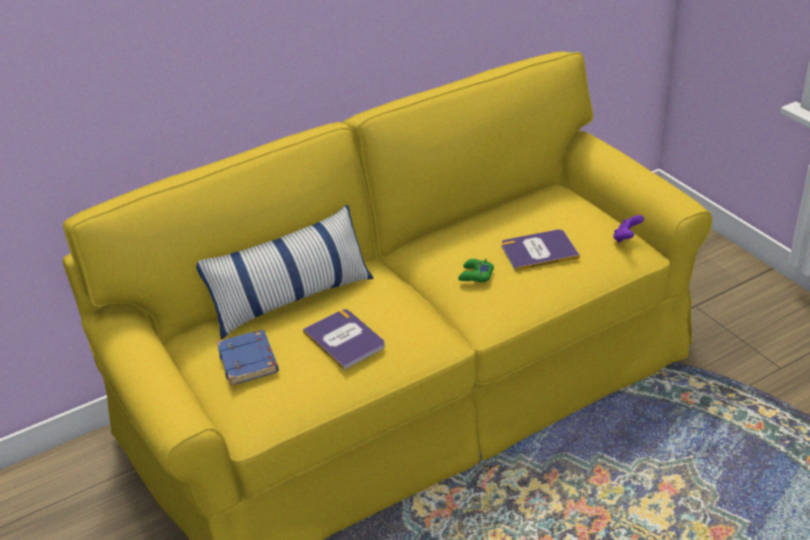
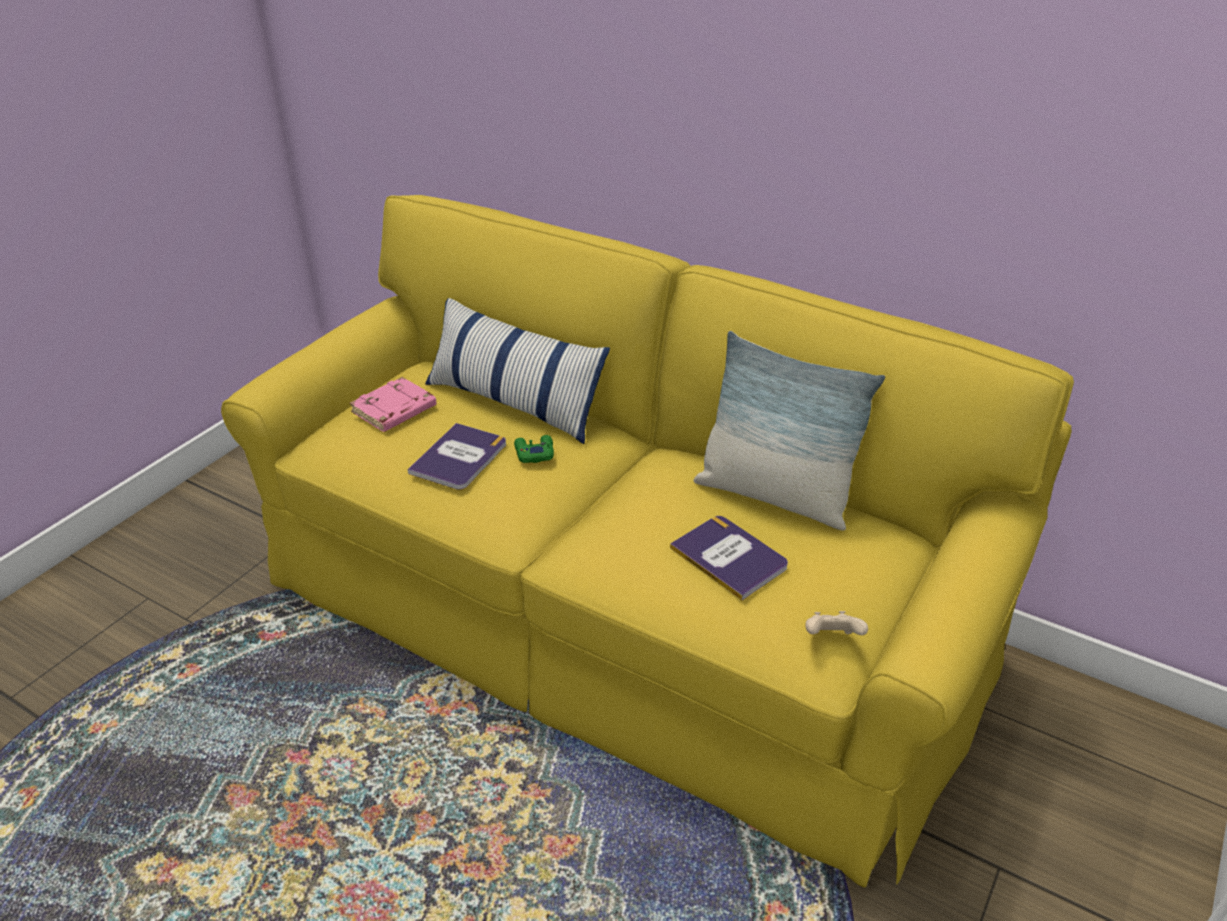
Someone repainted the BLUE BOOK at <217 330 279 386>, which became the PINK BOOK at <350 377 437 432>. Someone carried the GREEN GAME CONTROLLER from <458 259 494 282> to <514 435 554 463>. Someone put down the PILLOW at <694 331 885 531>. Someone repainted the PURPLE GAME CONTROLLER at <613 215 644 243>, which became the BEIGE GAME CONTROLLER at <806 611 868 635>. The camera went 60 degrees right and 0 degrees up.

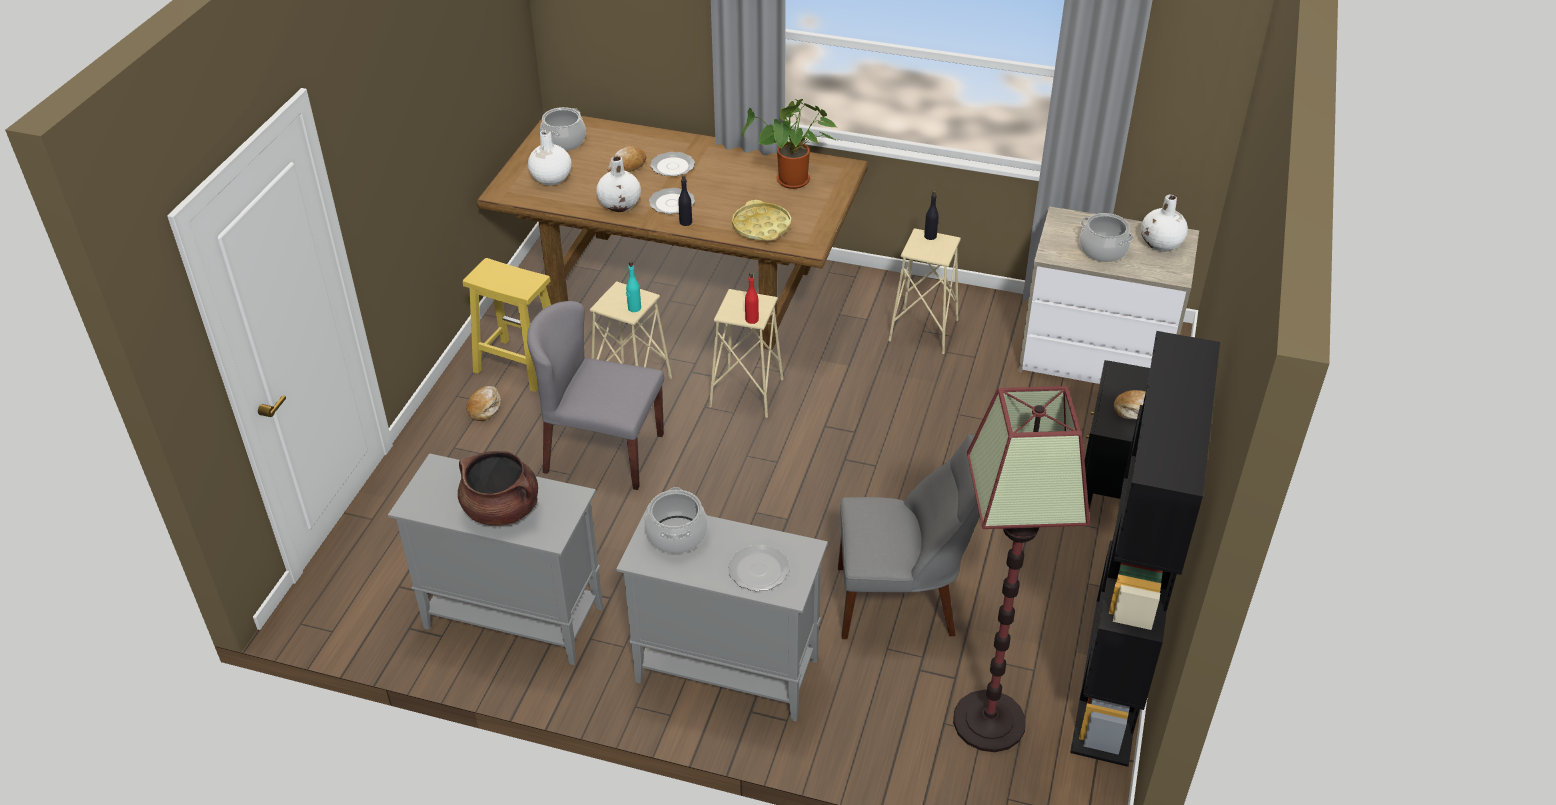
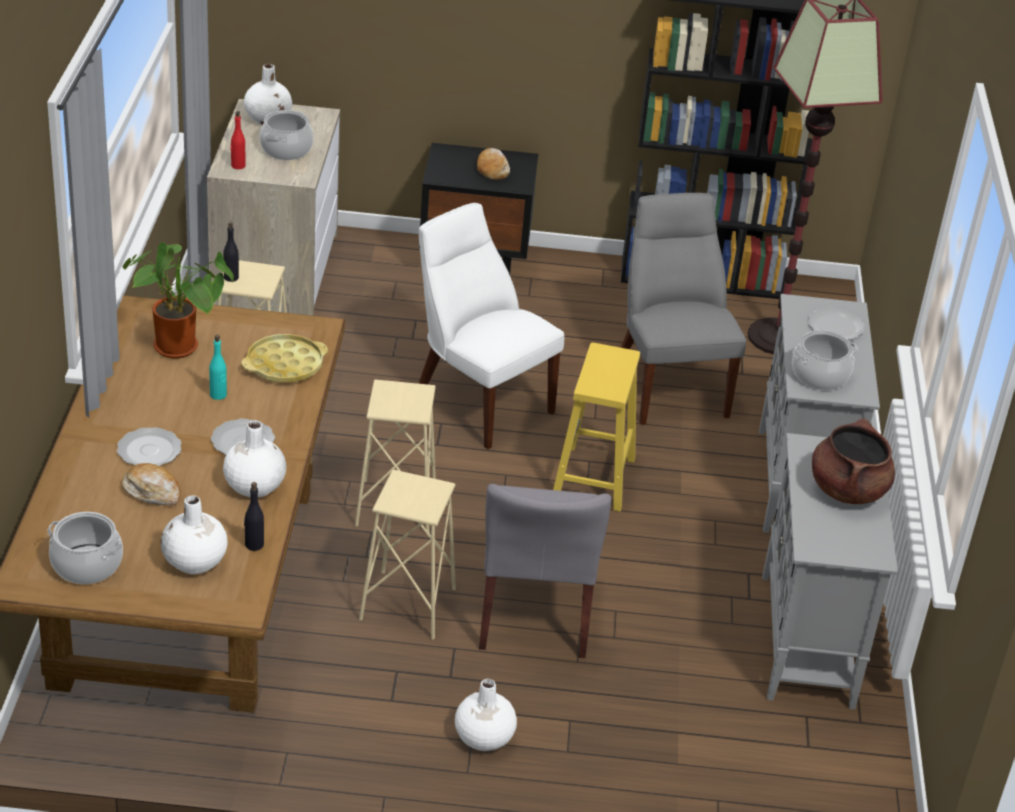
Someone carried the TURQUOISE BOTTLE from <626 261 641 312> to <209 335 227 400>. Someone carried the RED BOTTLE from <745 272 759 324> to <230 111 246 169>. Someone carried the BLACK BOTTLE from <678 175 692 226> to <244 482 264 551>. Someone put down the WHITE CHAIR at <418 203 565 449>. Someone swapped the BREAD at <466 386 501 421> for the WHITE VASE at <455 679 517 751>. Someone carried the YELLOW STOOL from <463 258 551 392> to <553 342 640 511>. The camera went 105 degrees left and 5 degrees down.

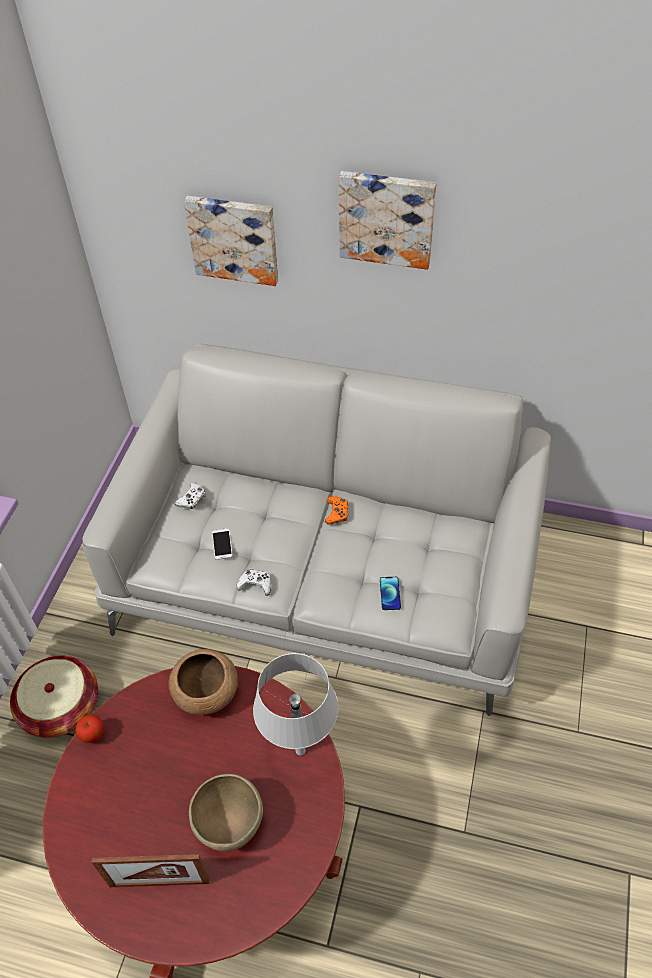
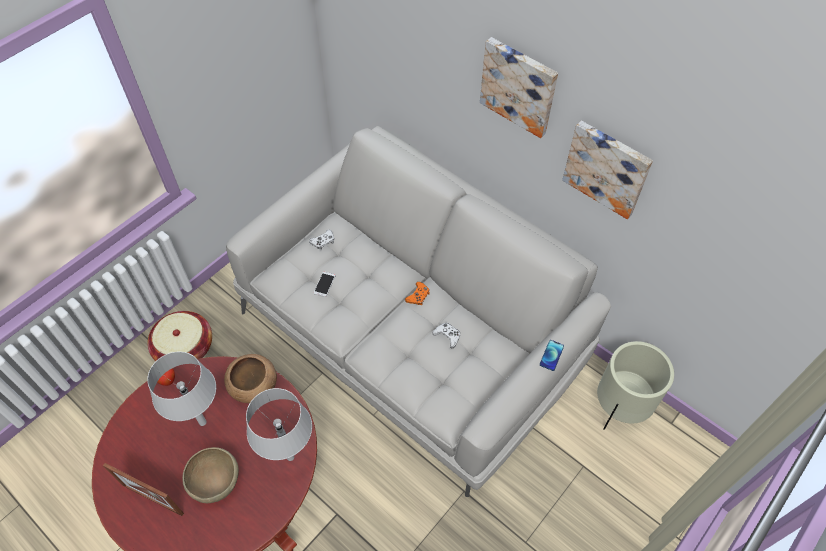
Someone put down the GREY TABLE LAMP at <147 352 216 426>. Someone carried the WHITE GAME CONTROLLER from <236 569 271 596> to <433 323 460 348>. Someone carried the PHONE from <380 577 401 610> to <540 340 564 371>. Someone carried the PICTURE from <184 196 278 286> to <562 121 653 219>. Someone put down the BEIGE PLANTER at <597 341 674 430>. The camera went 25 degrees right and 5 degrees up.

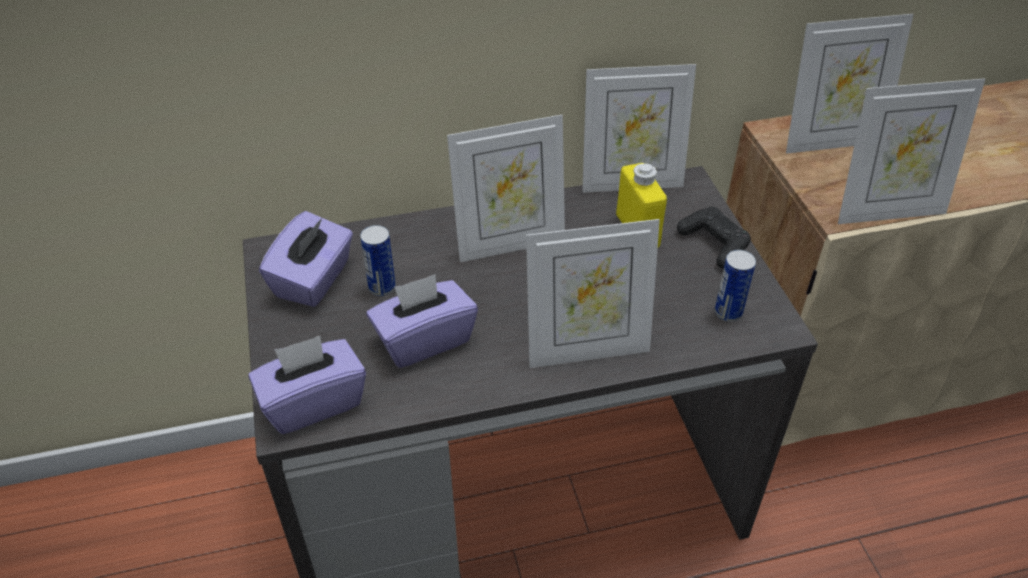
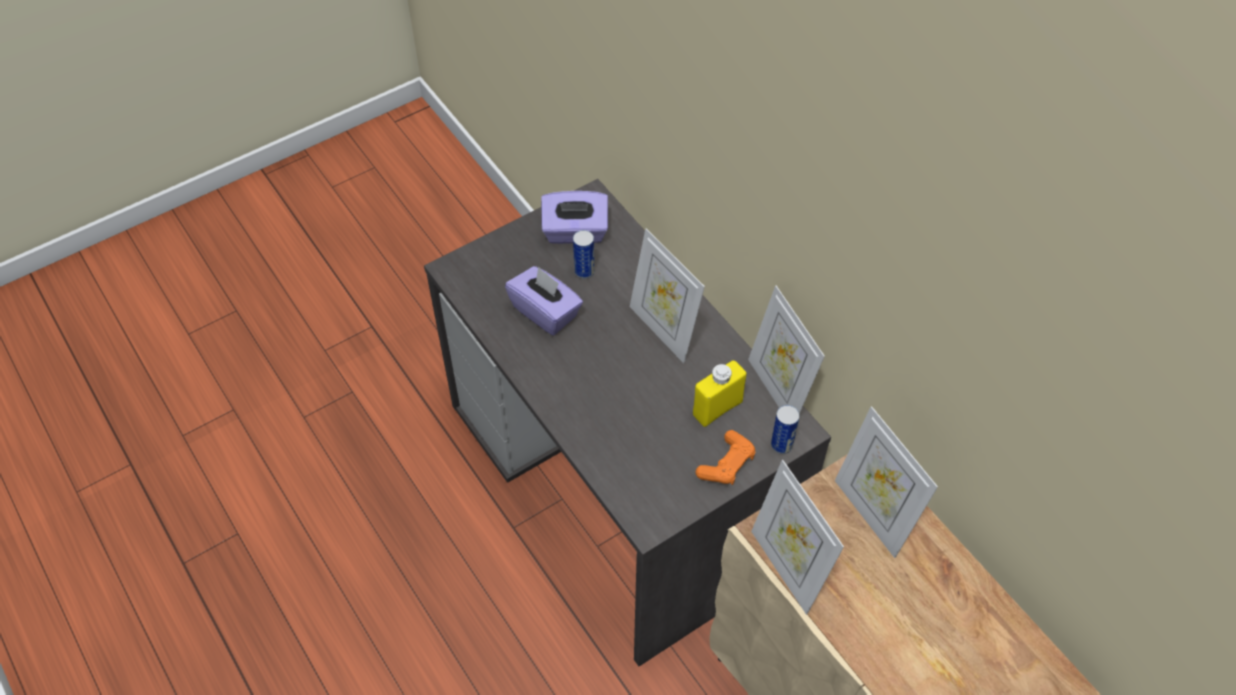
Someone repainted the BLACK GAME CONTROLLER at <677 207 751 269>, which became the ORANGE GAME CONTROLLER at <696 430 755 485>. Someone carried the CAN from <715 250 756 322> to <771 405 800 454>. Someone took away the PURPLE TISSUE BOX at <249 336 366 434>. Someone took away the PICTURE FRAME at <526 219 660 368>. The camera went 70 degrees right and 10 degrees up.

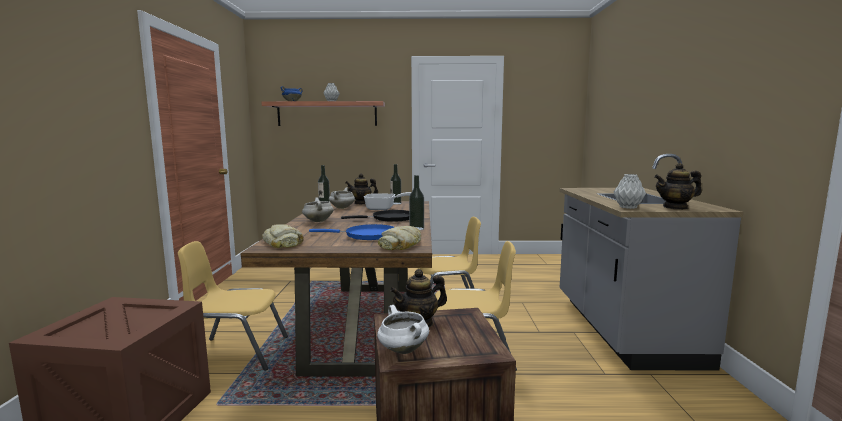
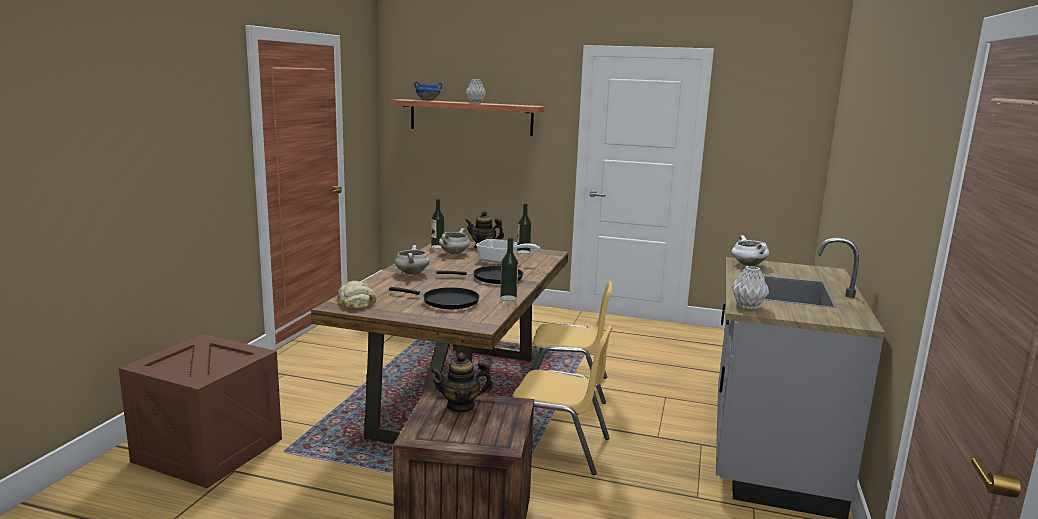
Someone repainted the BLUE FRYING PAN at <309 224 394 240>, which became the BLACK FRYING PAN at <389 287 480 309>. Someone carried the WHITE COOKING POT from <377 305 429 354> to <732 235 769 266>. Someone took away the YELLOW CHAIR at <178 241 288 370>. Someone took away the BREAD at <378 226 421 250>. Someone took away the TEAPOT at <654 163 702 210>. The camera went 15 degrees right and 5 degrees up.

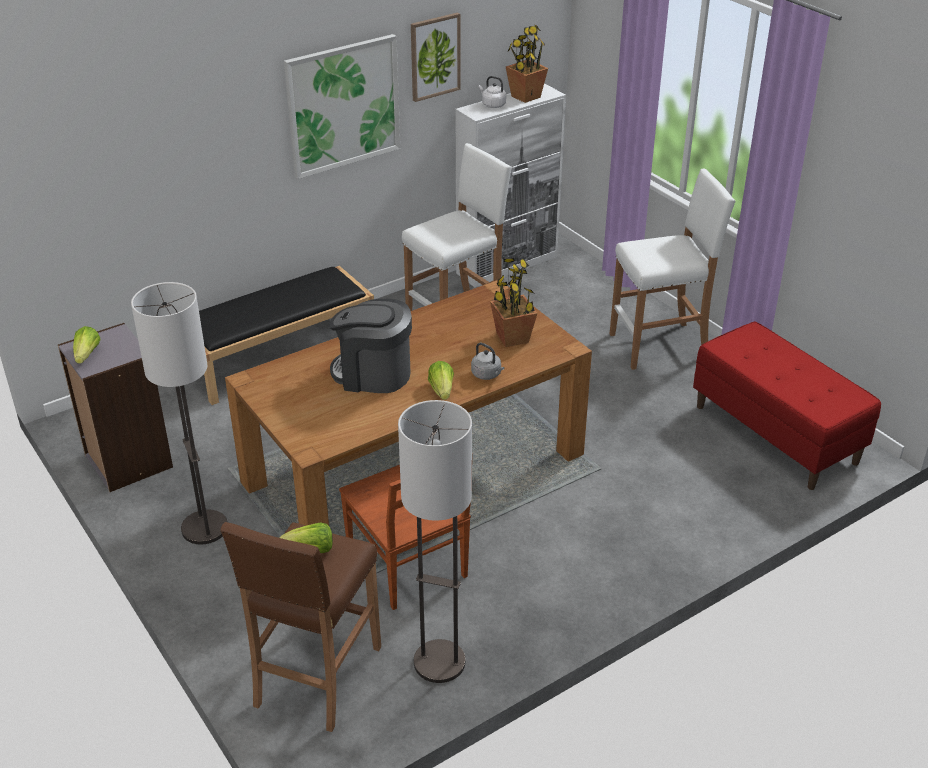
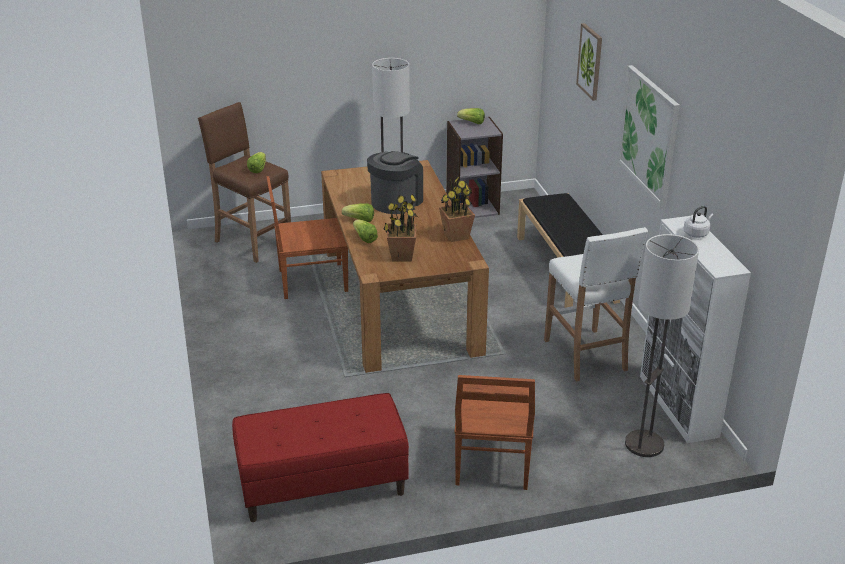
Someone swapped the GREY KETTLE at <471 343 504 380> for the LETTUCE at <353 219 378 243>. Someone carried the POTTED PLANT from <506 24 548 103> to <439 176 475 242>. Someone swapped the WHITE STOOL at <610 169 736 370> for the BROWN CHAIR at <454 375 535 490>. Someone carried the PICTURE from <411 12 461 102> to <576 23 602 101>. Someone carried the FLOOR LAMP from <398 400 472 683> to <625 234 699 457>. The camera went 110 degrees right and 5 degrees down.

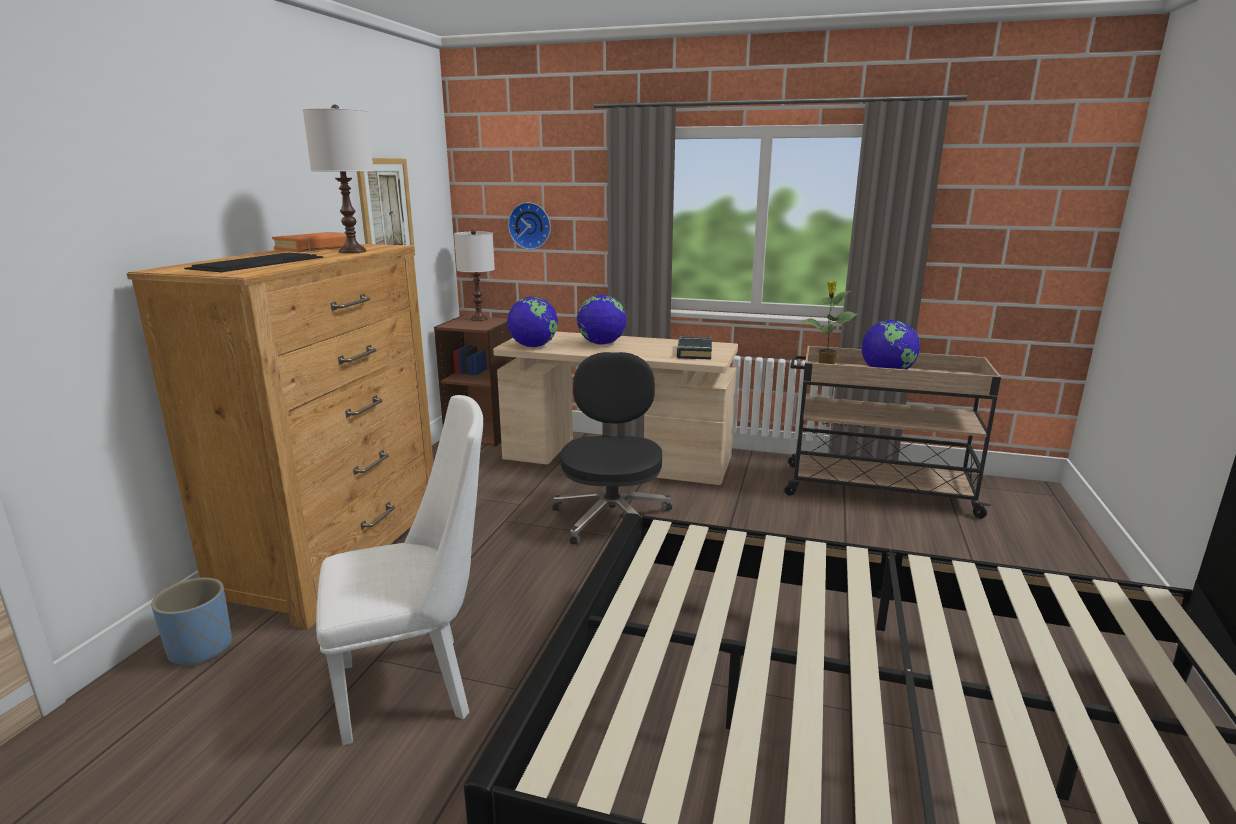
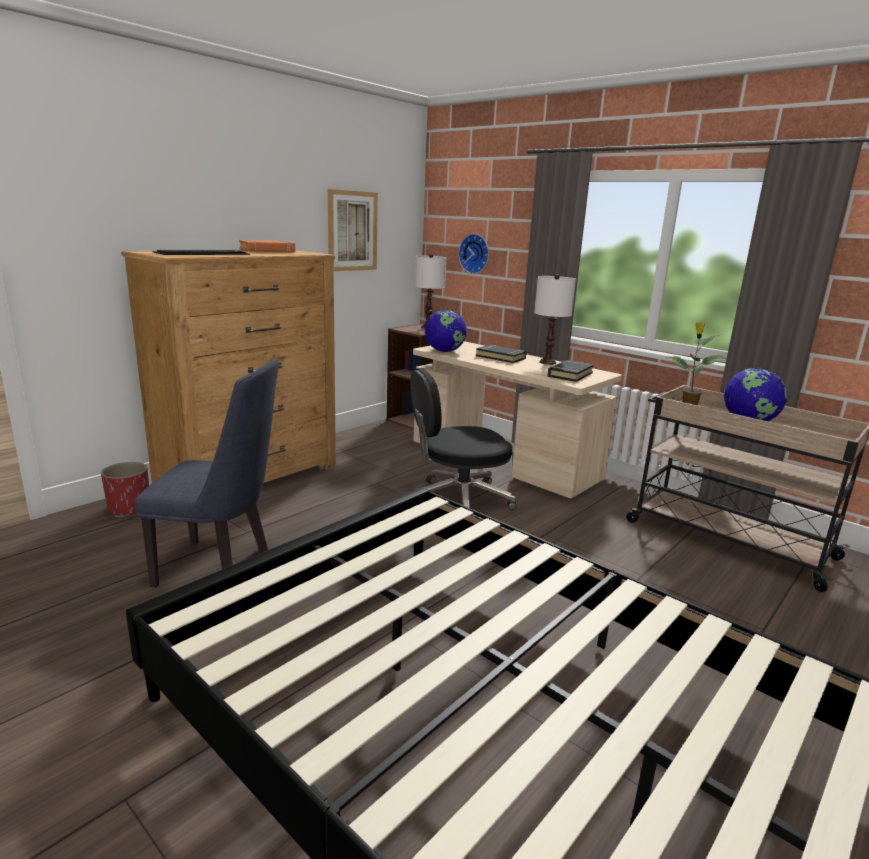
Someone repainted the BLUE PLANTER at <151 578 232 667>, which became the RED PLANTER at <101 462 149 517>. Someone repainted the WHITE CHAIR at <316 395 483 745>, which became the BLUE CHAIR at <134 359 279 587>. Someone rotated the BLACK OFFICE CHAIR at <552 352 672 545> by 135 degrees counterclockwise. Someone swapped the GLOBE at <577 295 626 345> for the BLACK BOOK at <476 345 527 363>. Someone carried the WHITE TABLE LAMP from <303 105 374 253> to <534 274 576 365>. The camera went 25 degrees right and 0 degrees up.

